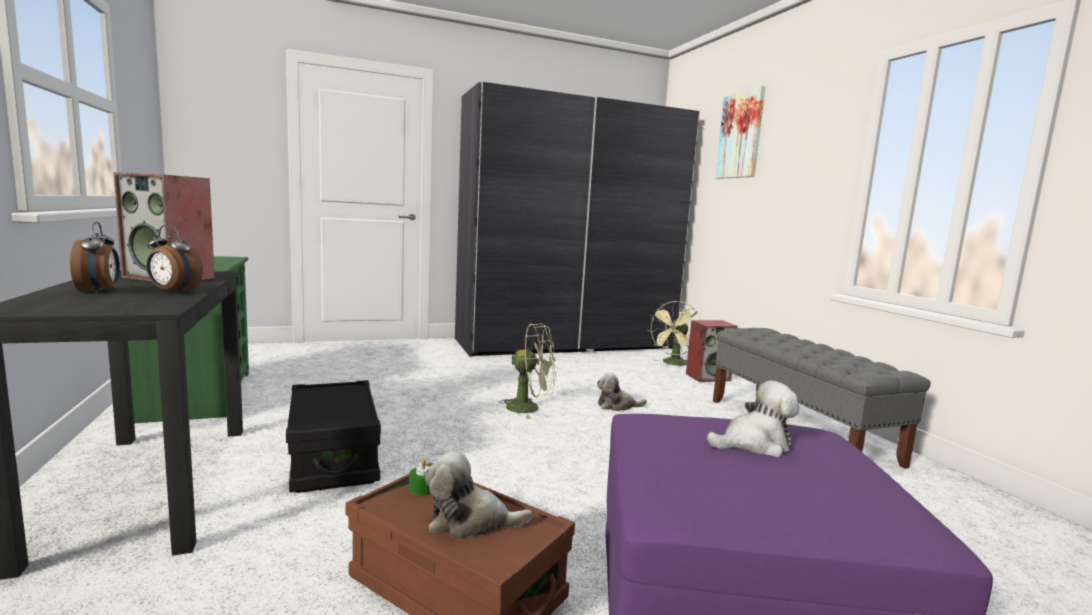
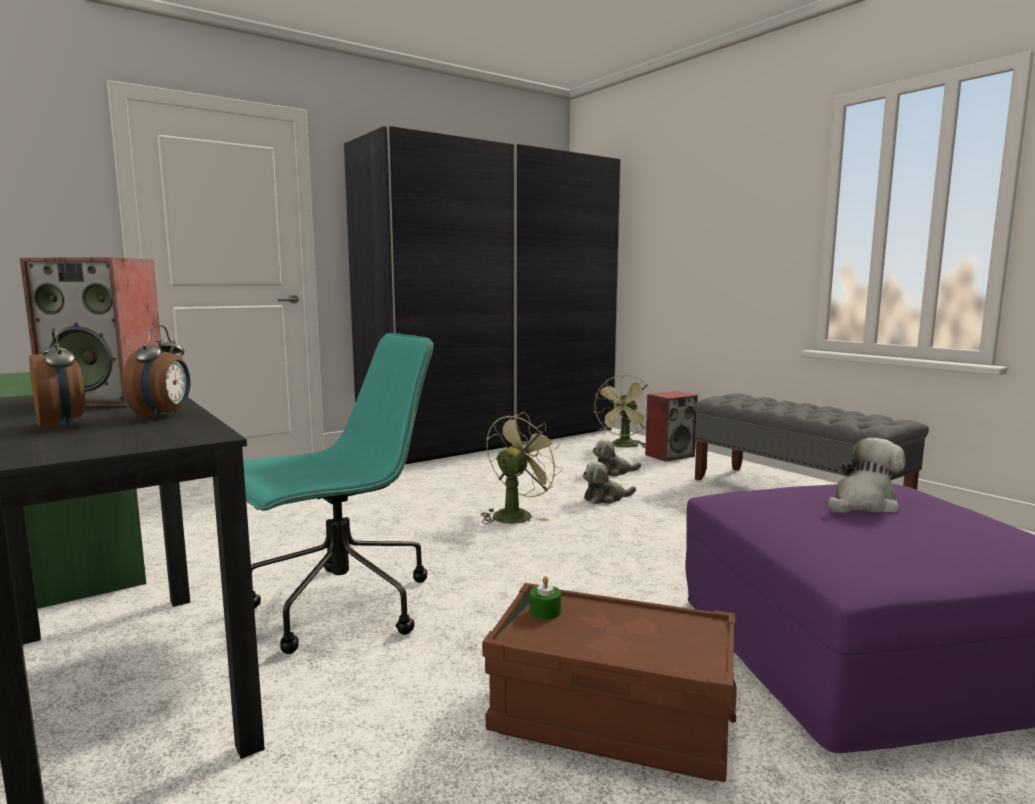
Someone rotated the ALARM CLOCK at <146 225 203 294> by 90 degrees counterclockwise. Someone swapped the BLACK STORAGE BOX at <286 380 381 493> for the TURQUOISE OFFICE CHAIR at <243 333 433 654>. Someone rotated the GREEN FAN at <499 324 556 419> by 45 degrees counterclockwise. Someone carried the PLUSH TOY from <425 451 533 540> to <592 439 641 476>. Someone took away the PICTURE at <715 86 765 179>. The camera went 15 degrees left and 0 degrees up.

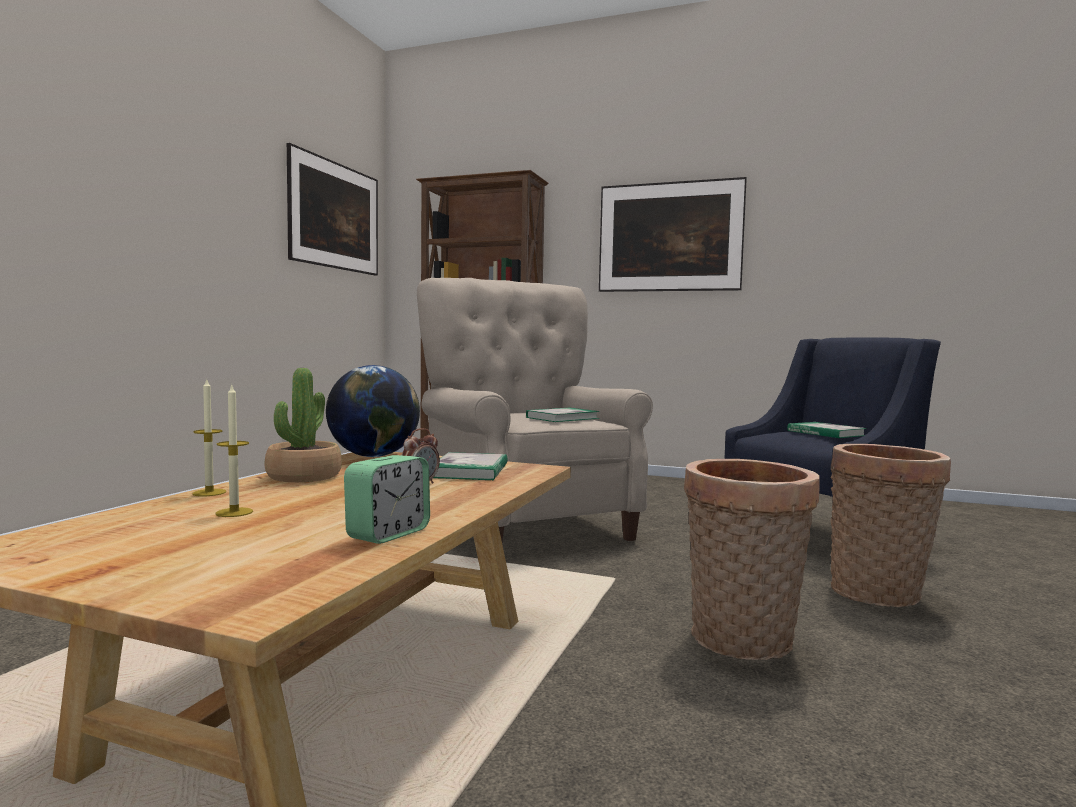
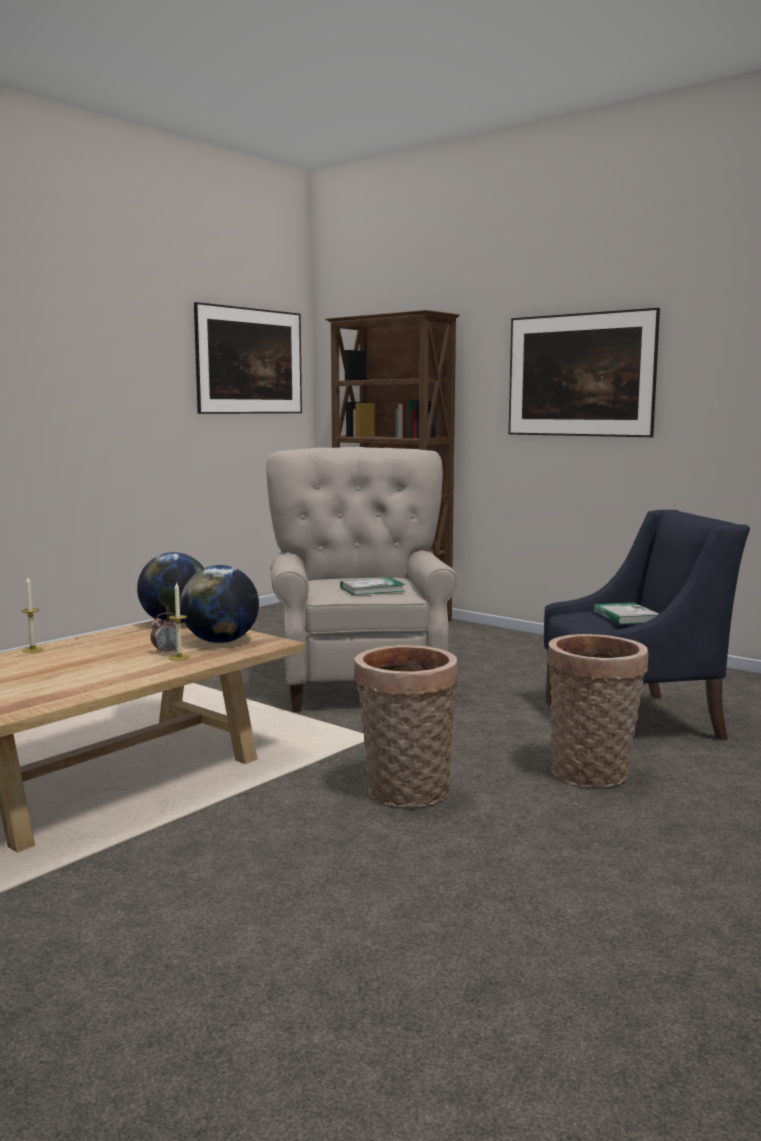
Someone carried the CANDLE from <215 383 253 517> to <169 582 190 661>. Someone swapped the BOOK at <433 452 508 480> for the GLOBE at <180 565 259 643>. Someone took away the POTTED PLANT at <265 368 342 482>. Someone took away the ALARM CLOCK at <344 455 430 544>. The camera went 20 degrees right and 5 degrees up.

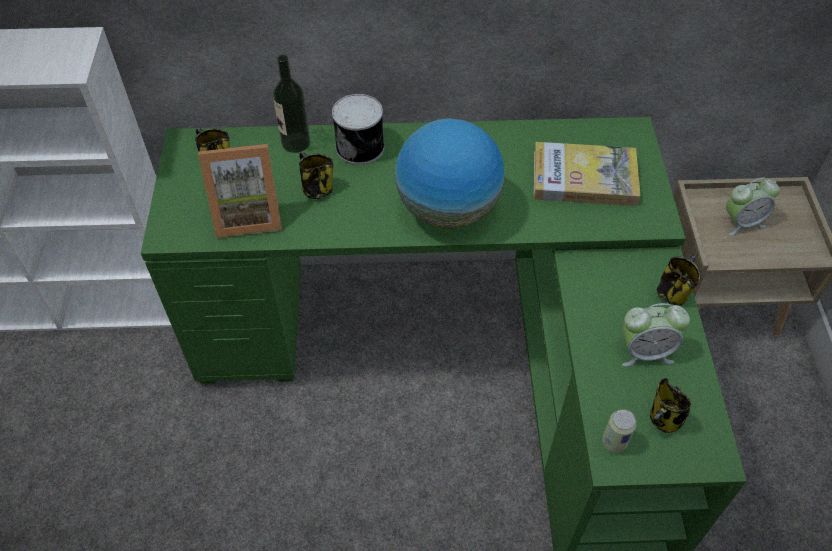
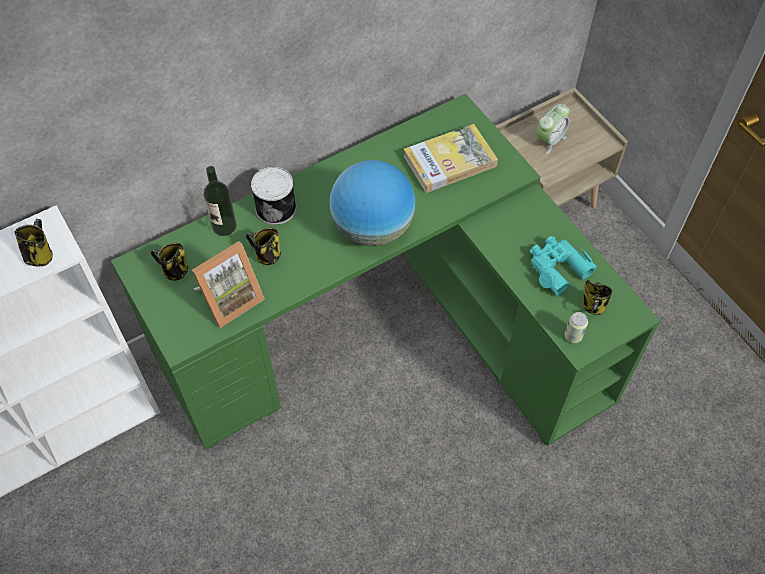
Someone carried the MUG from <657 255 700 306> to <15 219 53 266>. Someone swapped the ALARM CLOCK at <622 303 690 366> for the TURQUOISE BINOCULARS at <530 236 597 295>. The camera went 30 degrees left and 5 degrees up.

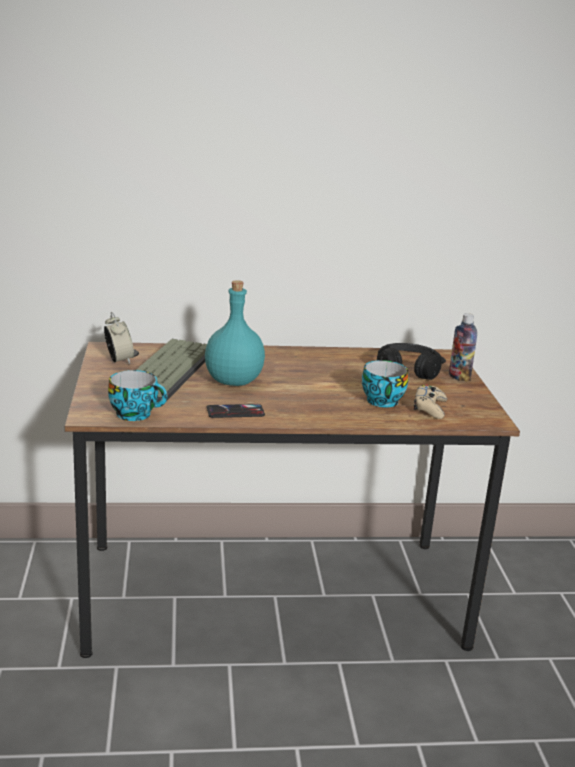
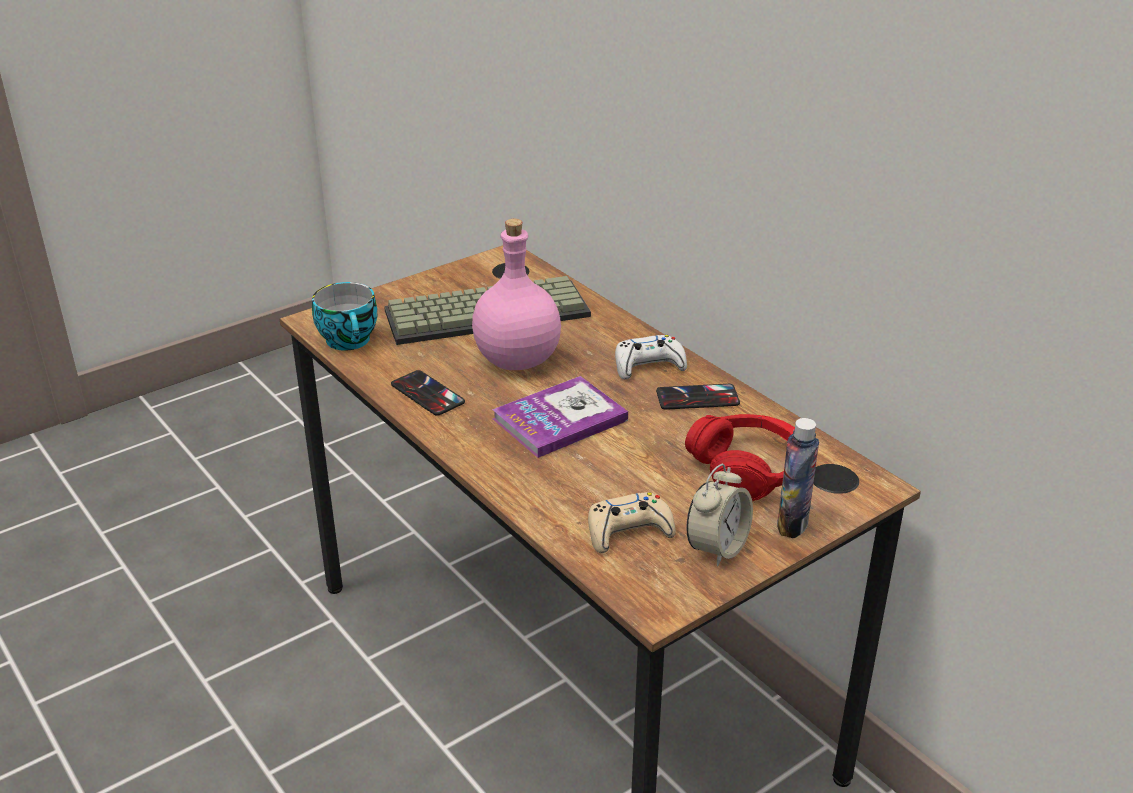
Someone repainted the TURQUOISE BOTTLE at <205 280 265 386>, which became the PINK BOTTLE at <472 219 561 370>. Someone put down the BOOK at <492 376 628 458>. Someone put down the WHITE GAME CONTROLLER at <615 335 687 380>. Someone put down the PHONE at <656 384 740 410>. Someone repainted the BLACK HEADPHONES at <377 343 442 380>, which became the RED HEADPHONES at <685 414 795 501>. Someone carried the ALARM CLOCK from <104 312 134 364> to <686 464 753 567>. Someone took away the CUP at <362 360 408 407>. The camera went 60 degrees right and 10 degrees up.

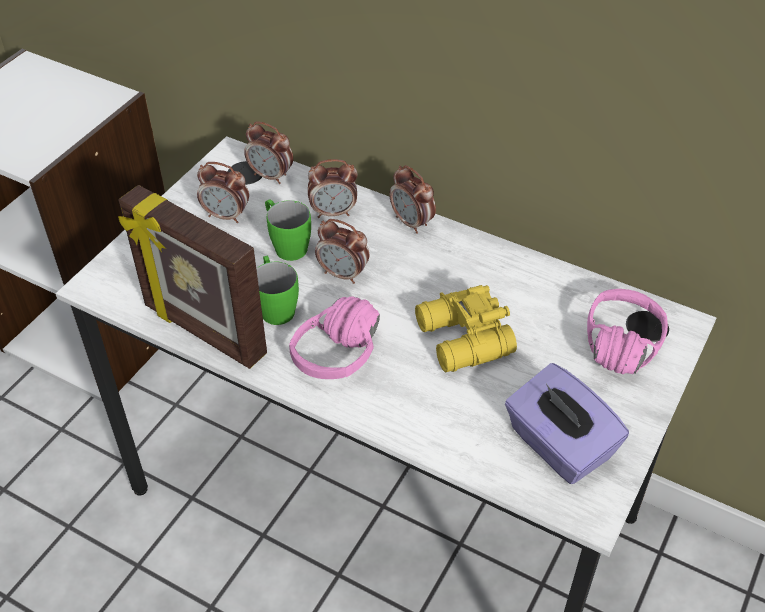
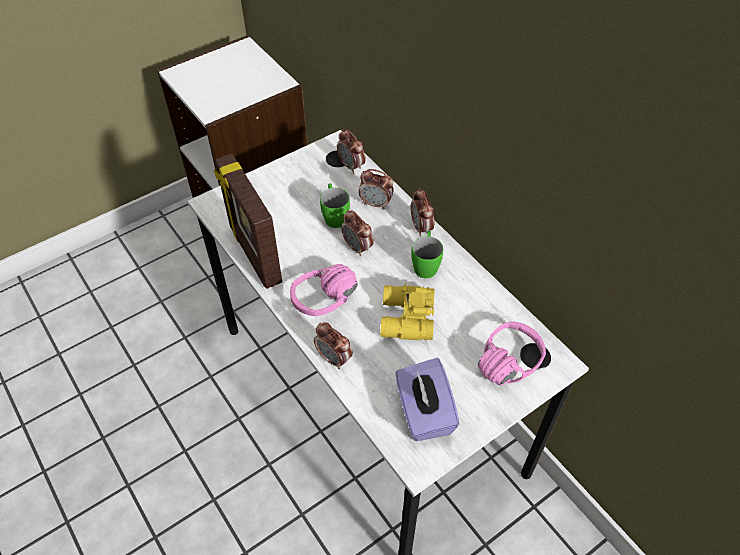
Someone carried the ALARM CLOCK from <197 162 249 223> to <314 322 353 369>. Someone carried the GREEN MUG from <256 256 299 325> to <411 231 443 278>. The camera went 25 degrees right and 5 degrees up.

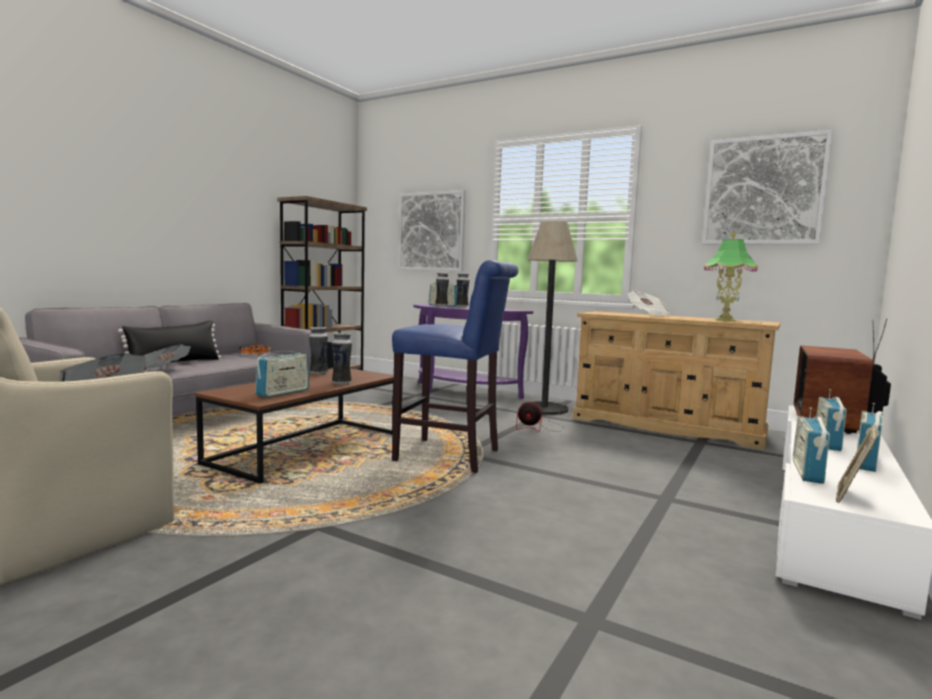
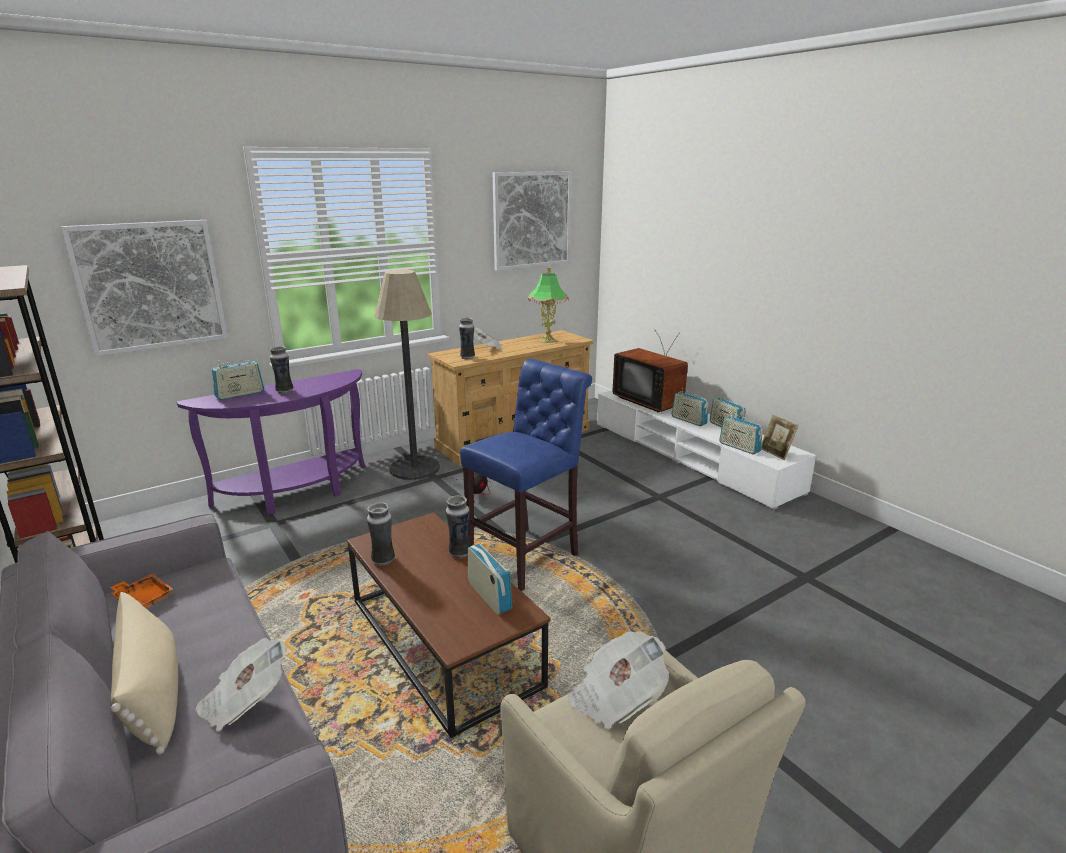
Someone repainted the BLACK PILLOW at <118 320 221 362>, which became the BEIGE PILLOW at <111 592 178 754>. Someone carried the VASE from <435 273 449 307> to <459 318 475 359>. The camera went 65 degrees left and 15 degrees up.

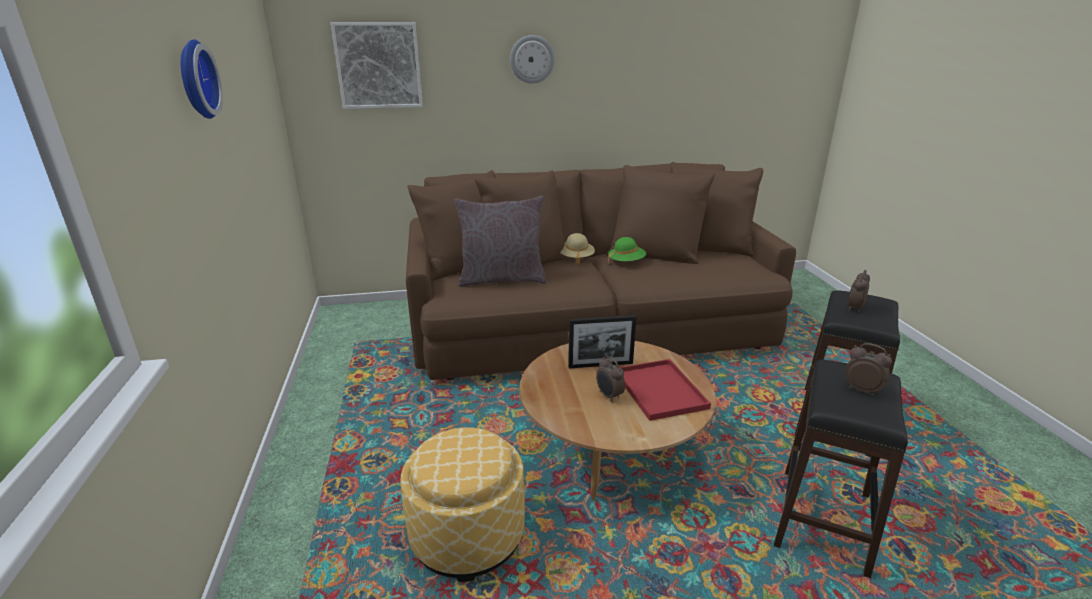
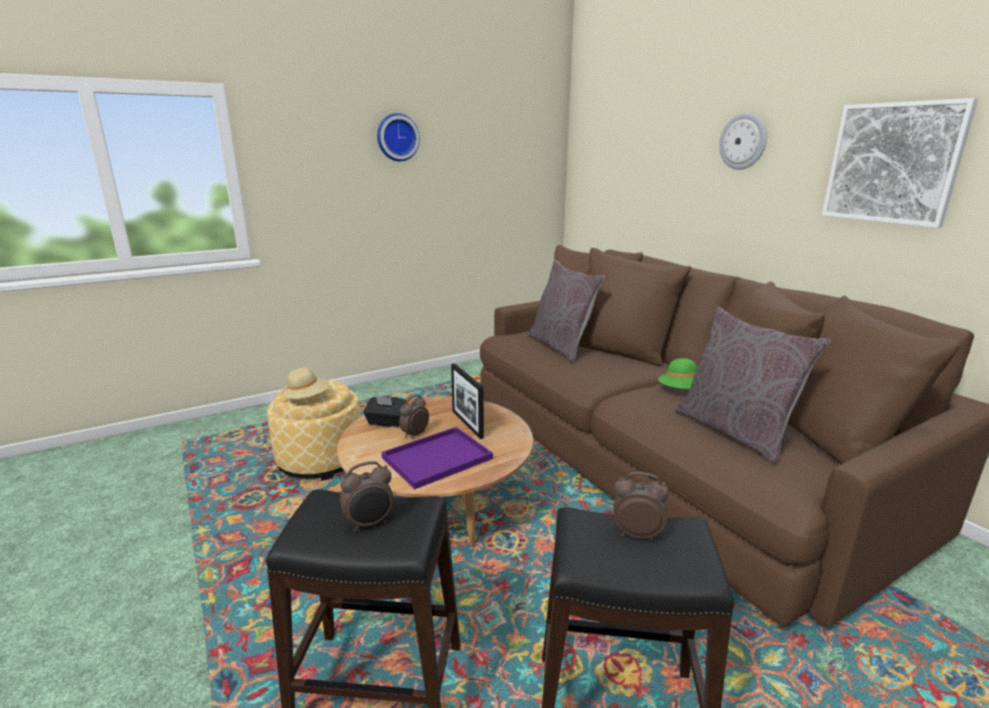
Someone carried the BEIGE HAT from <560 233 595 265> to <281 368 329 399>. Someone rotated the ALARM CLOCK at <845 343 892 396> by 45 degrees clockwise. Someone put down the BLACK TISSUE BOX at <363 396 407 427>. Someone repainted the RED TRAY at <620 359 711 421>, which became the PURPLE TRAY at <382 427 493 489>. Someone put down the GREY PILLOW at <676 307 831 464>. Someone carried the PICTURE from <331 22 423 109> to <822 98 978 228>. The camera went 70 degrees right and 5 degrees down.

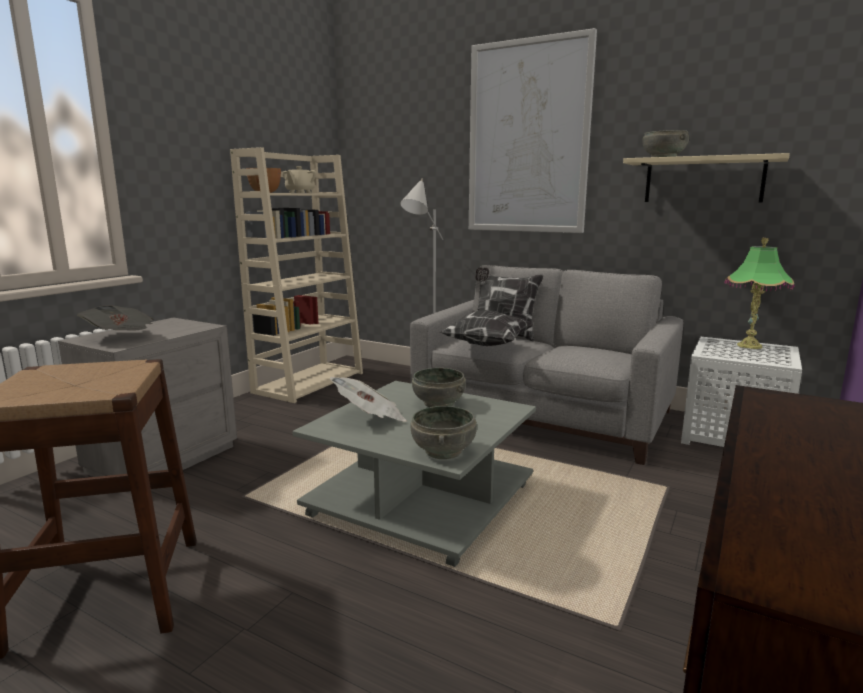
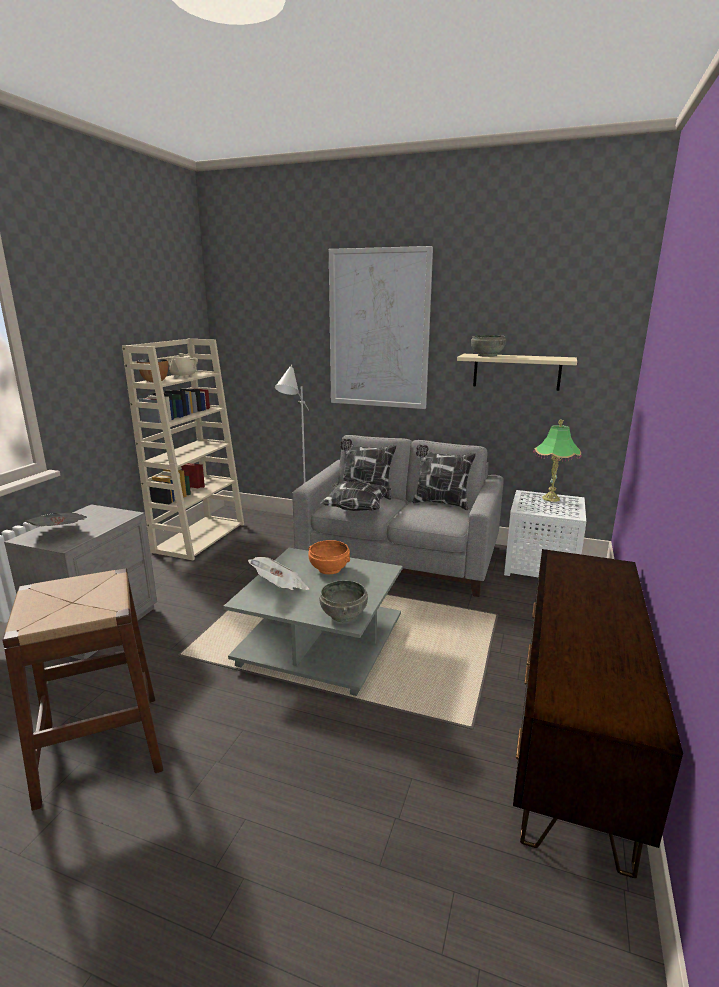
Someone repainted the GREY BOWL at <412 368 466 407>, which became the ORANGE BOWL at <308 540 350 574>. Someone put down the PILLOW at <413 445 476 510>. The camera went 10 degrees left and 5 degrees up.

